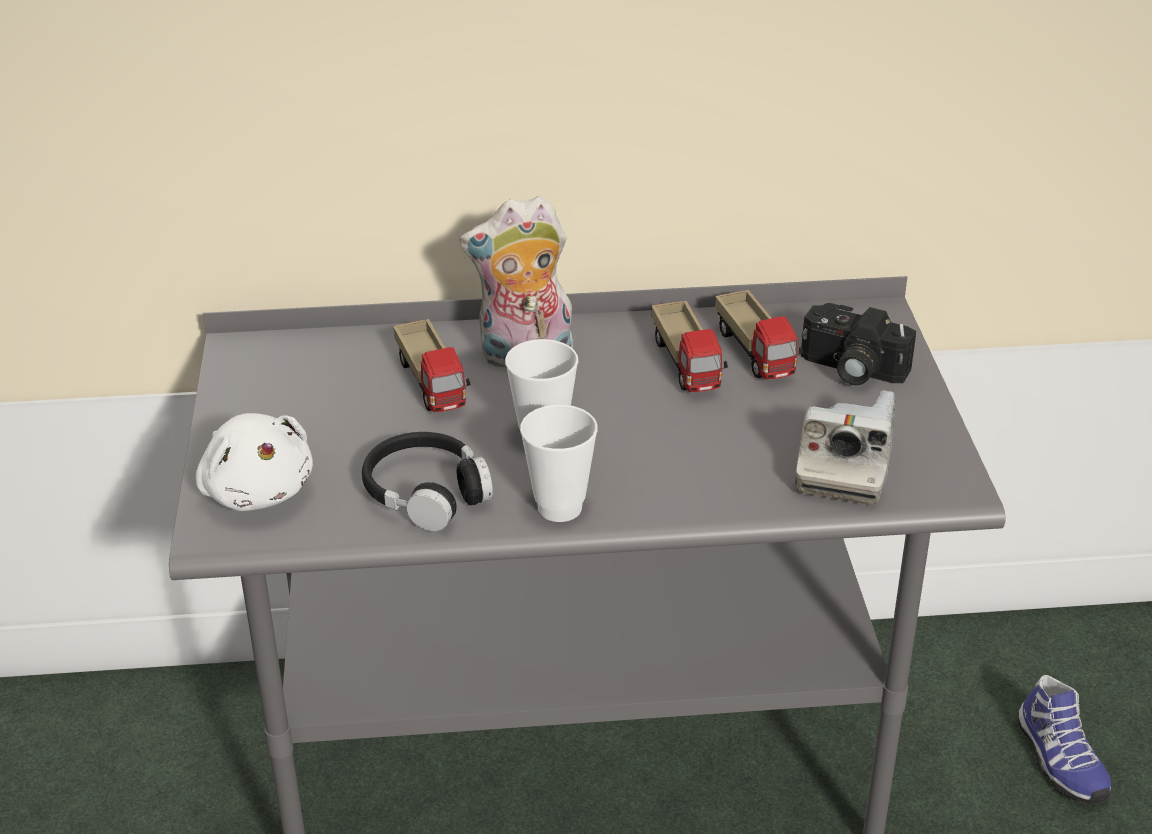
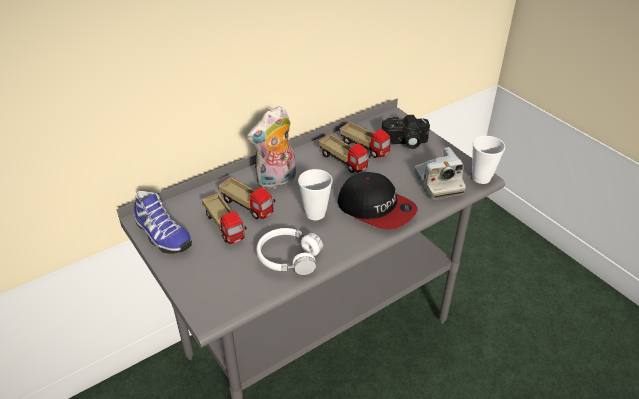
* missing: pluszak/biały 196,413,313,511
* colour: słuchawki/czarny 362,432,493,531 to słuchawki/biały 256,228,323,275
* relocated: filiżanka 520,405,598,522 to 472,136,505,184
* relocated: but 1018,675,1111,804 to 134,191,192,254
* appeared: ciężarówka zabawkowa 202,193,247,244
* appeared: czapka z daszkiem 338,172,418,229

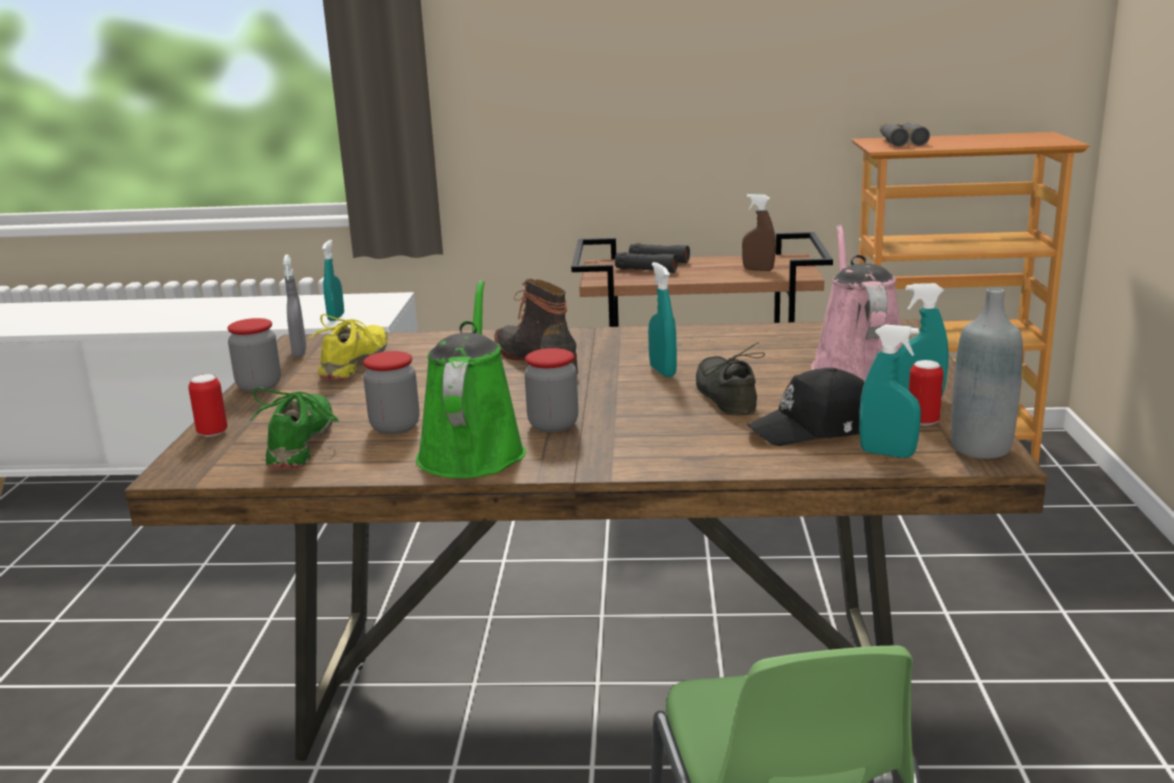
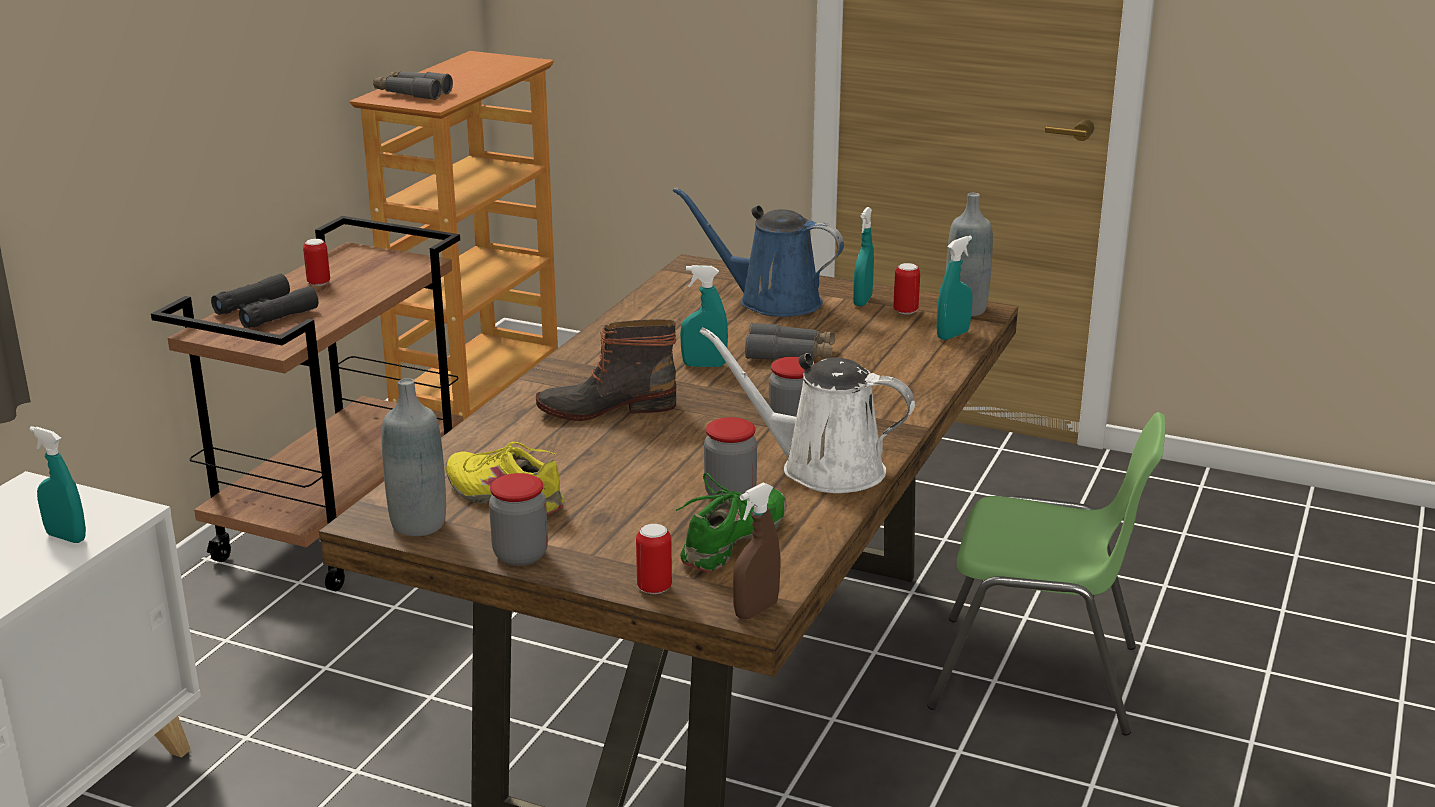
* spun: but/zielony 250,387,339,468 = 676,473,787,572 105 degrees clockwise
* exchanged: spryskiwacz/szary 283,255,306,357 to butelka/szary 382,378,446,536
* colour: konewka/zielony 416,280,526,478 to konewka/biały 700,327,915,493
* exchanged: but/szary 696,342,765,415 to lornetka/szary 745,323,835,360
* relocated: spryskiwacz/brązowy 742,194,776,271 to 733,483,780,619
* missing: czapka z daszkiem/czarny 747,368,865,446
* colour: konewka/różowy 811,224,903,381 to konewka/niebieski 673,187,844,317
* appeared: puszka 303,239,330,286

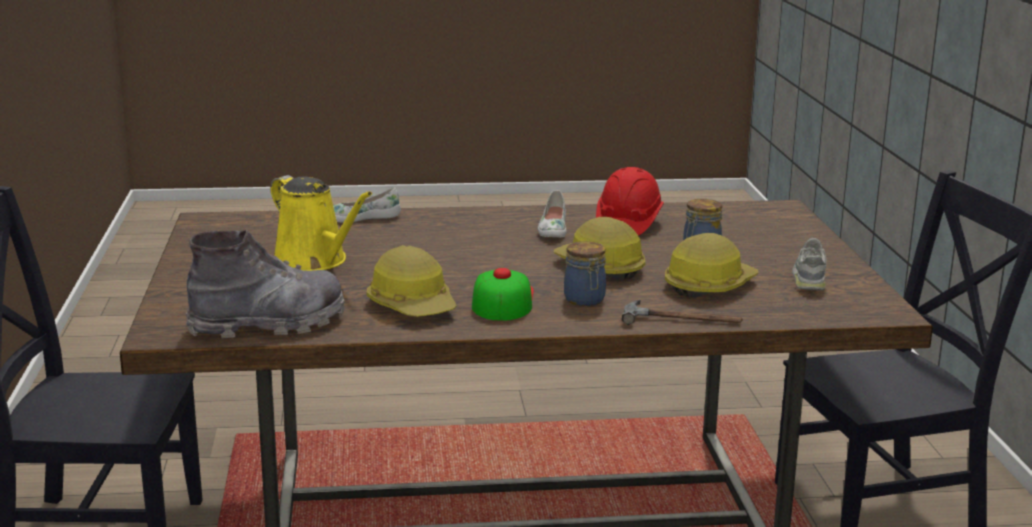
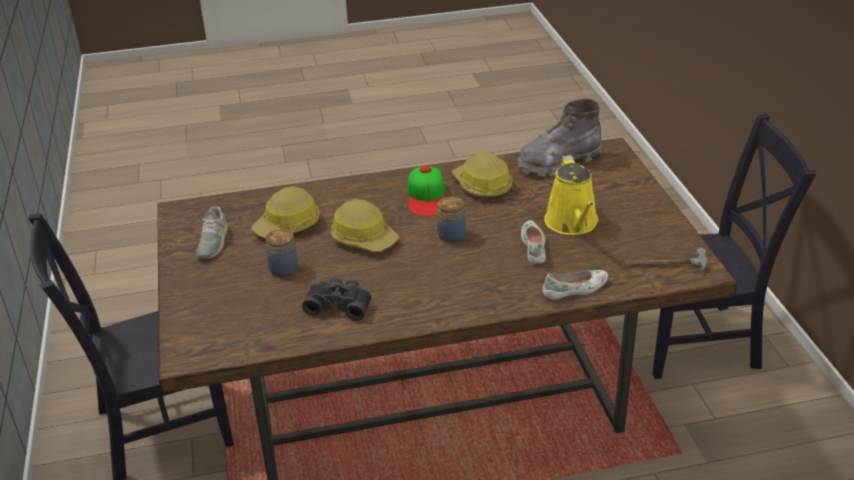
* spun: konewka/żółty 270,175,372,271 = 544,155,598,235 135 degrees counterclockwise
* relocated: but/biały 538,190,566,237 to 521,221,546,264
* relocated: słoik 564,241,606,306 to 437,197,466,242
* exchanged: kask/czerwony 596,167,664,236 to lornetka/czarny 302,277,372,321
* relocated: młotek 622,300,743,325 to 624,247,708,272

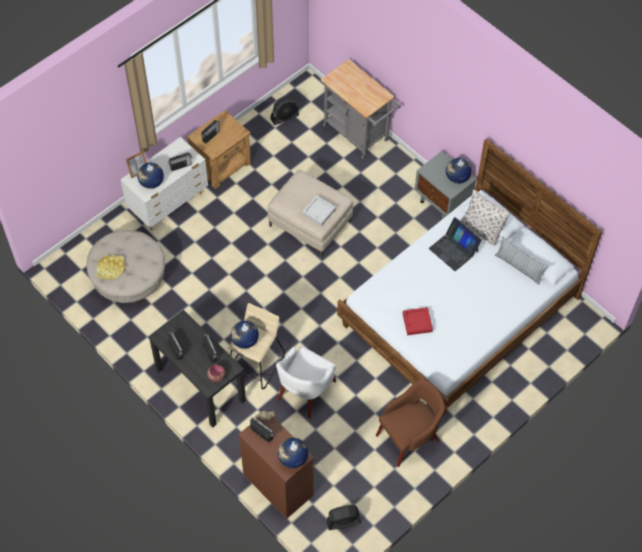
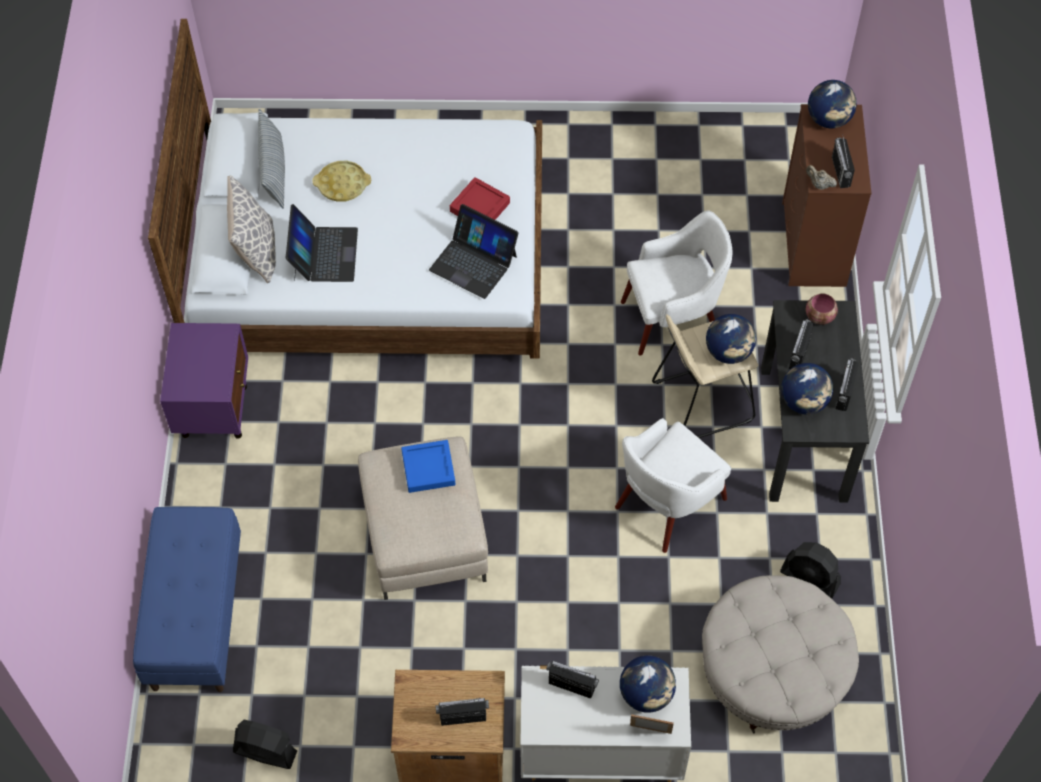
* relocated: taca/żółty 96,255,125,280 to 313,161,371,202
* colour: taca/szary 302,195,336,226 to taca/niebieski 401,440,455,493
* exchanged: wózek/szary 321,59,401,159 to ławka/niebieski 133,507,241,692
* relocated: wentylator/czarny 326,505,361,530 to 780,542,841,599
* missing: fotel/brązowy 376,379,445,467
* colour: szafka nocna/szary 415,151,476,220 to szafka nocna/fioletowy 160,323,248,439
* relocated: globus 446,158,472,184 to 781,363,833,414
* appeared: laptop 429,204,519,299
* appeared: fotel/biały 615,418,731,553

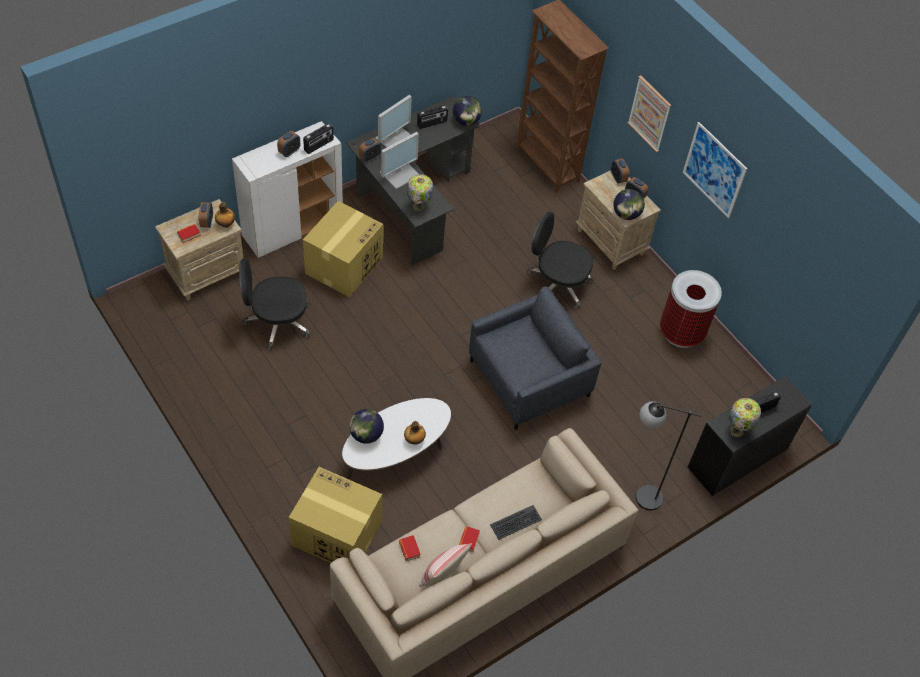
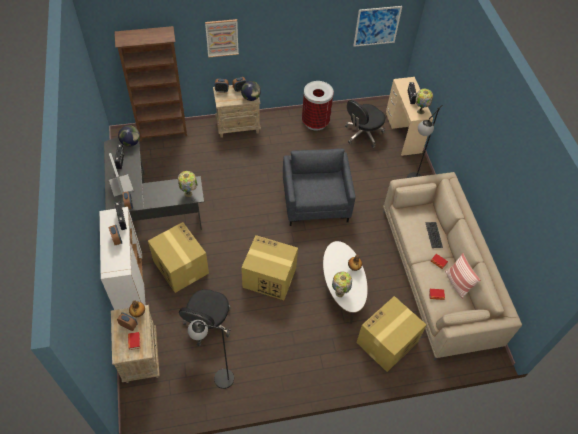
* exchanged: globus 349,409,384,444 to lampa stołowa 332,272,352,297
* missing: monitor 380,132,419,189
* relocated: krzesło biurowe/czarny 527,212,594,310 to 345,100,385,148
* relocated: obraz 683,122,747,218 to 354,6,402,47
* colour: biurko/czarny 688,376,812,496 to biurko/beżowy 386,77,433,156
* appeared: lampa stojąca/czarny 188,320,234,389
* appeared: karton 241,235,298,300

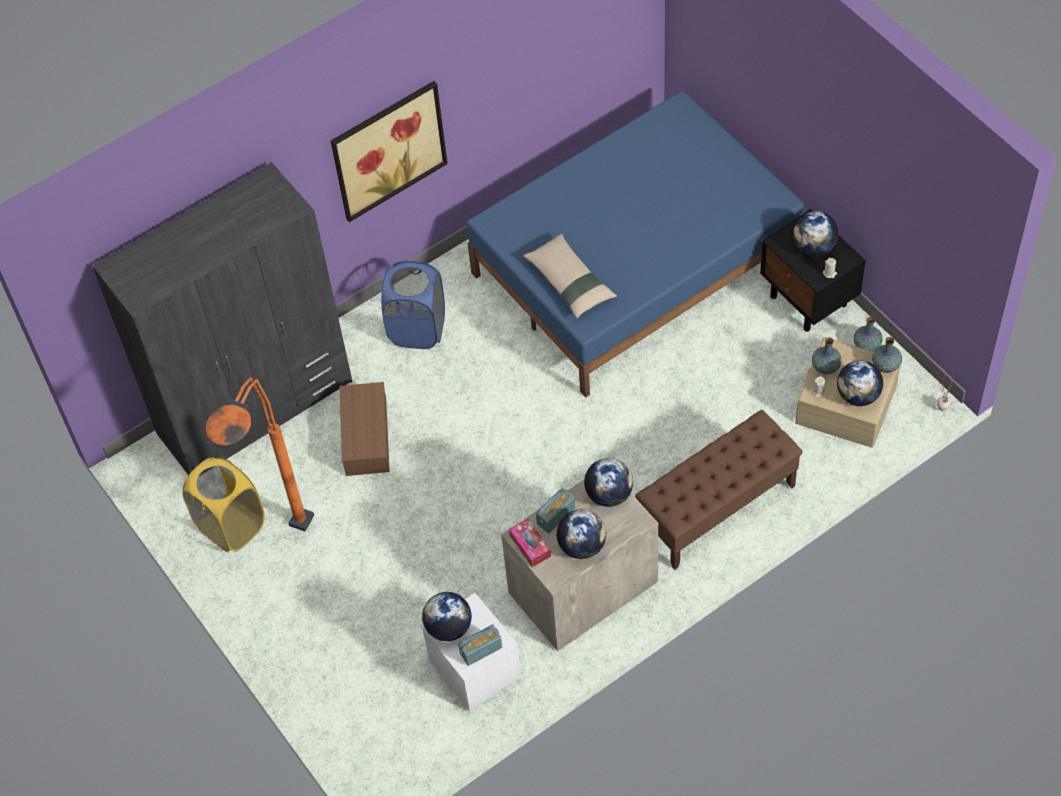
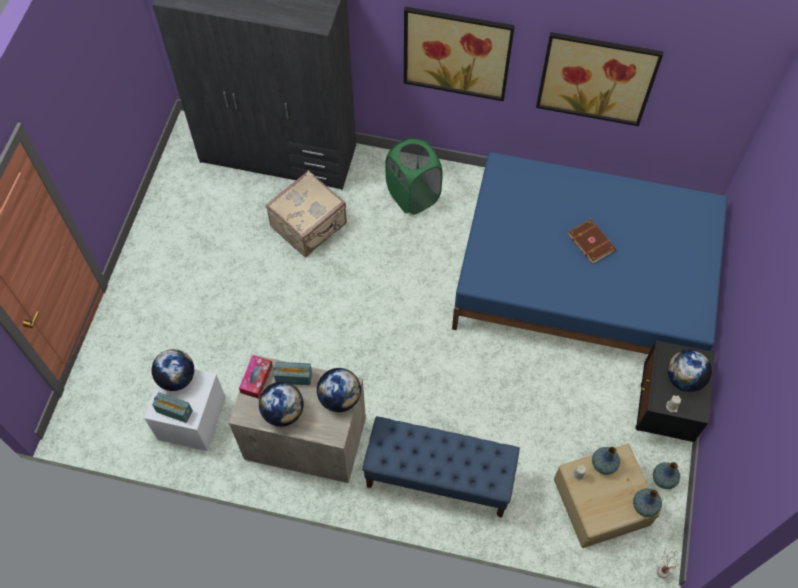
* missing: kosz na pranie/żółty 183,457,265,552
* missing: lampa stojąca/pomarańczowy 206,377,314,532
* exchanged: pojemnik do przechowywania/brązowy 340,382,390,476 to walizka/beżowy 265,171,347,257
* colour: kosz na pranie/niebieski 381,261,445,349 to kosz na pranie/zielony 385,137,443,215
* missing: poduszka/beżowy 523,234,617,318
* colour: ławka/brązowy 635,410,803,570 to ławka/niebieski 362,416,520,517
* missing: globus 837,360,883,406
* appeared: obraz 536,32,663,126
* appeared: książka/brązowy 568,219,616,264

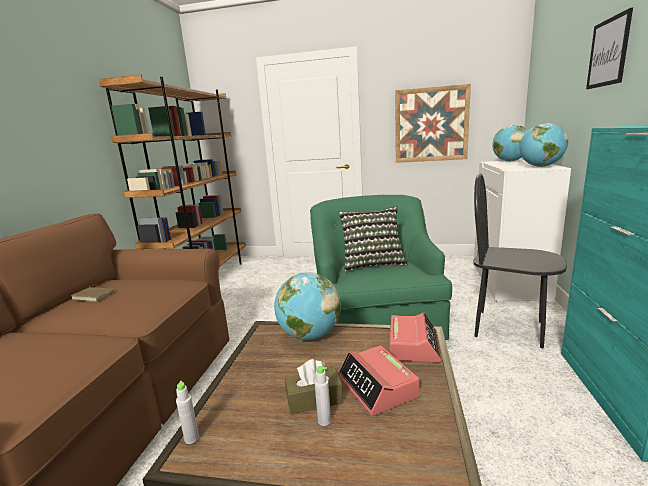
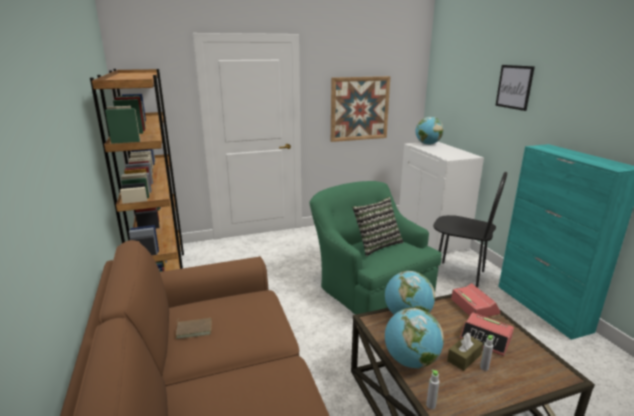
* spun: krzesło/czarny 473,173,567,348 = 433,172,507,288 150 degrees counterclockwise
* relocated: globus 520,123,568,167 to 385,308,444,369

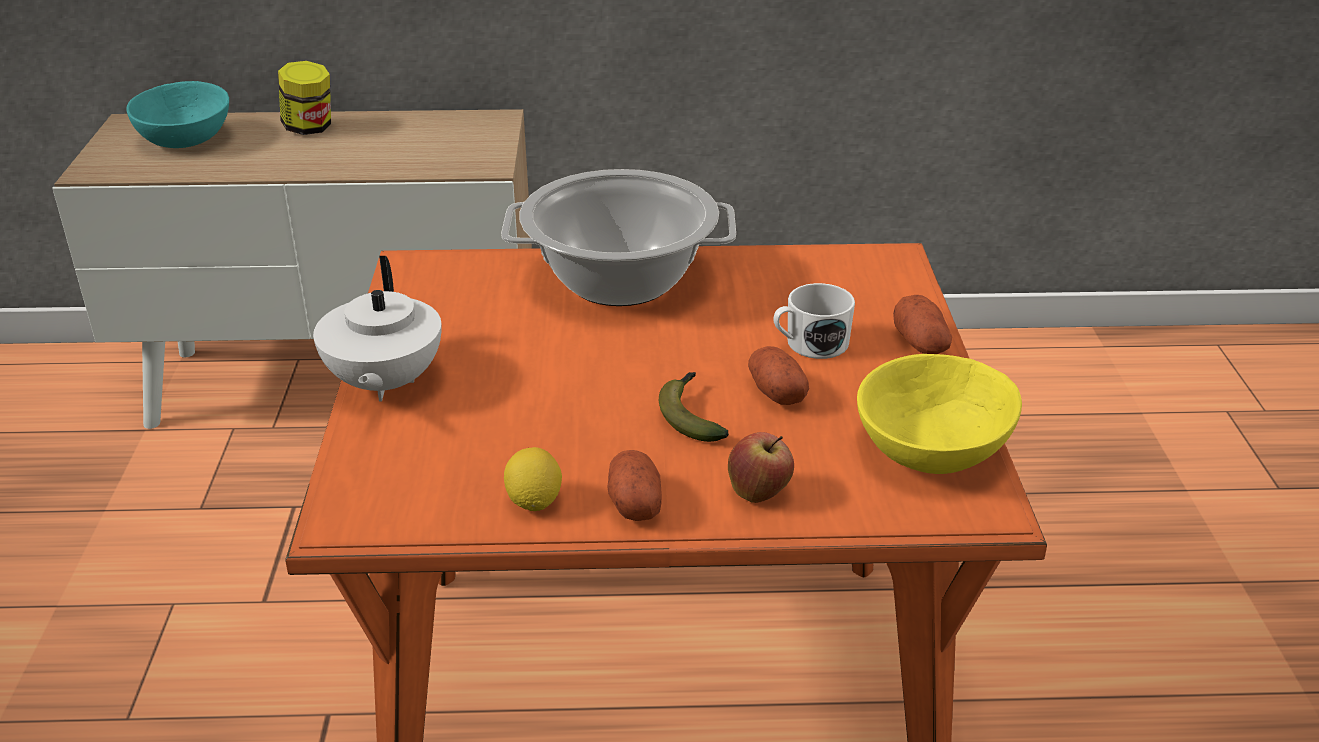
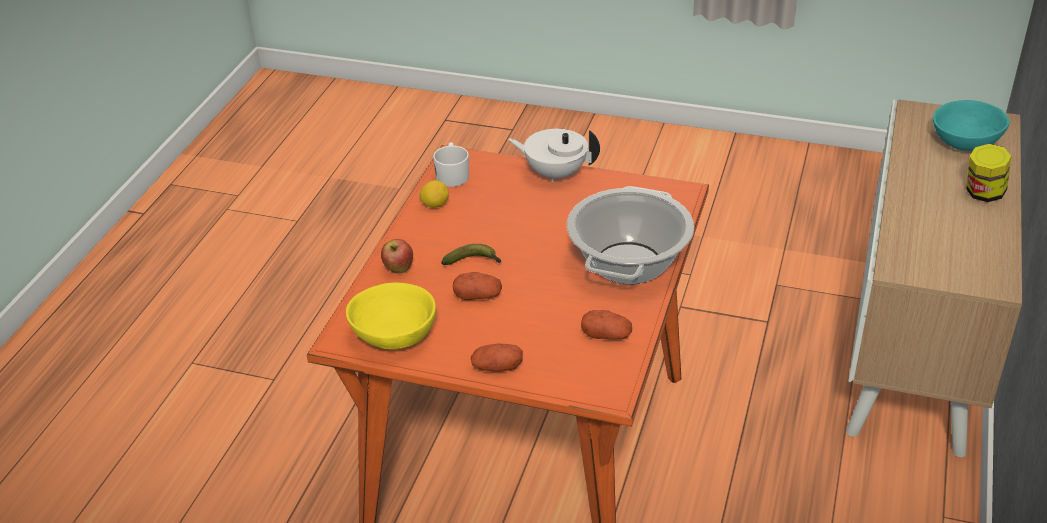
* relocated: ziemniak 607,450,662,521 to 581,310,632,339
* relocated: kubek/biały 773,283,855,359 to 433,142,469,187

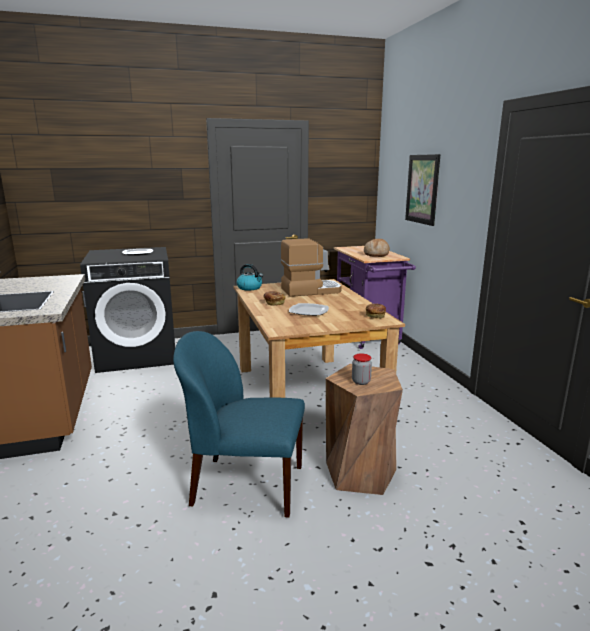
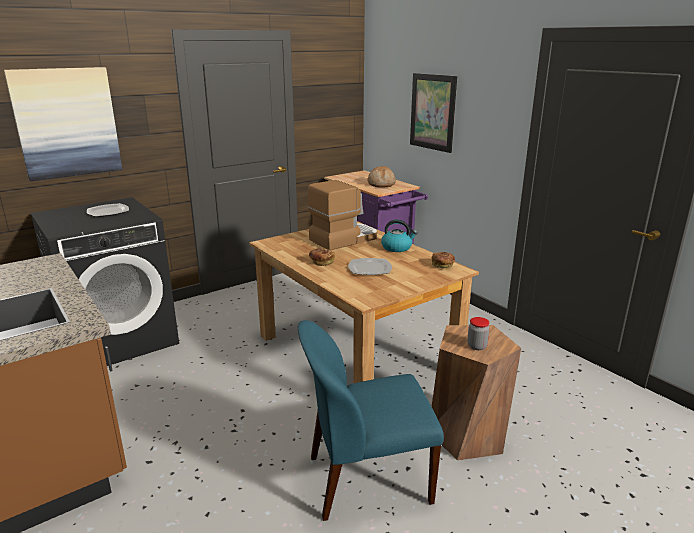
* relocated: czajnik 237,264,263,290 to 381,220,417,252
* appeared: obraz 4,67,122,181

